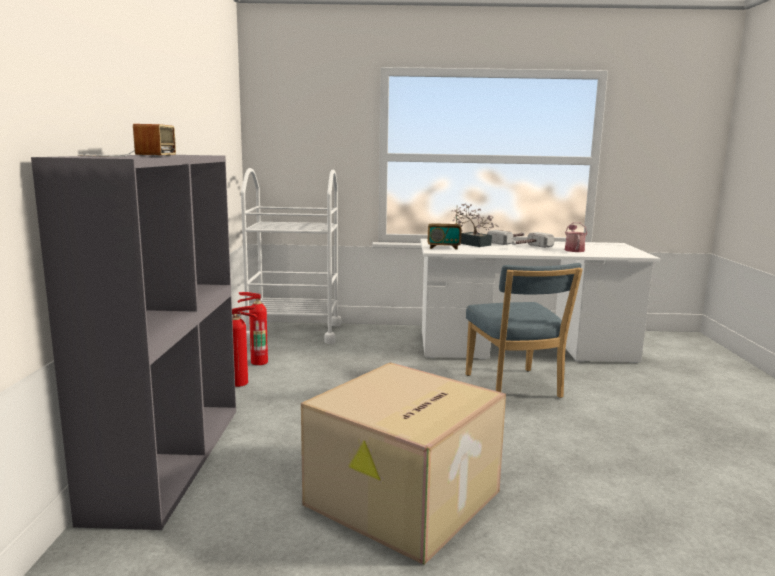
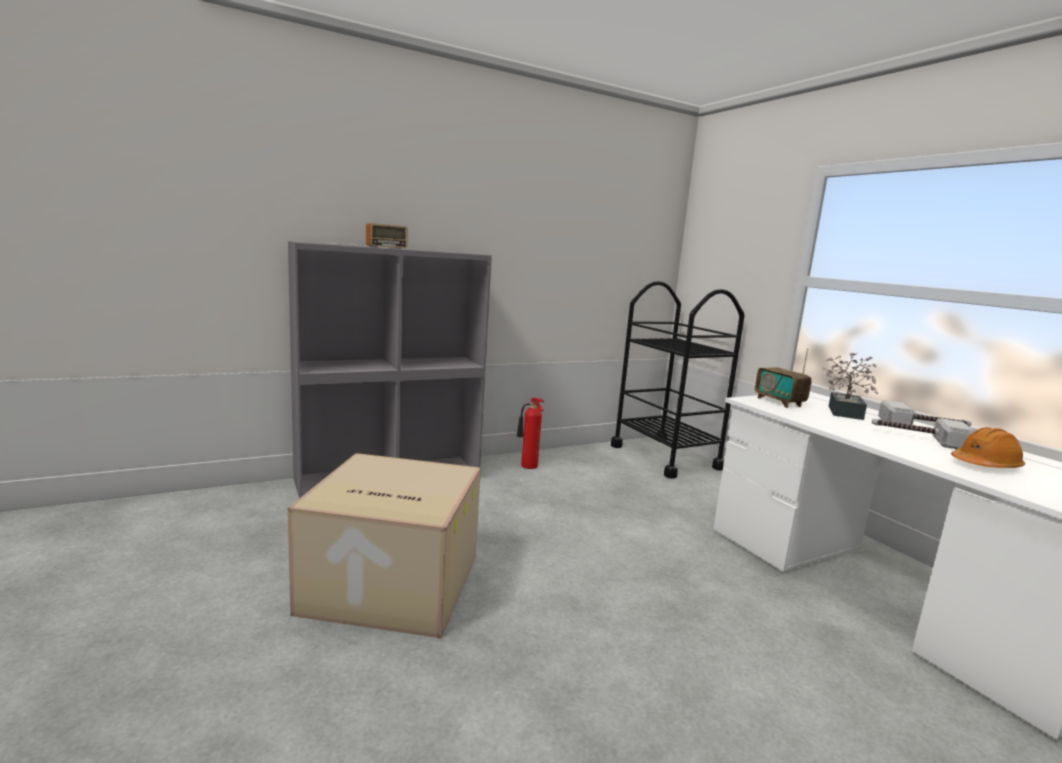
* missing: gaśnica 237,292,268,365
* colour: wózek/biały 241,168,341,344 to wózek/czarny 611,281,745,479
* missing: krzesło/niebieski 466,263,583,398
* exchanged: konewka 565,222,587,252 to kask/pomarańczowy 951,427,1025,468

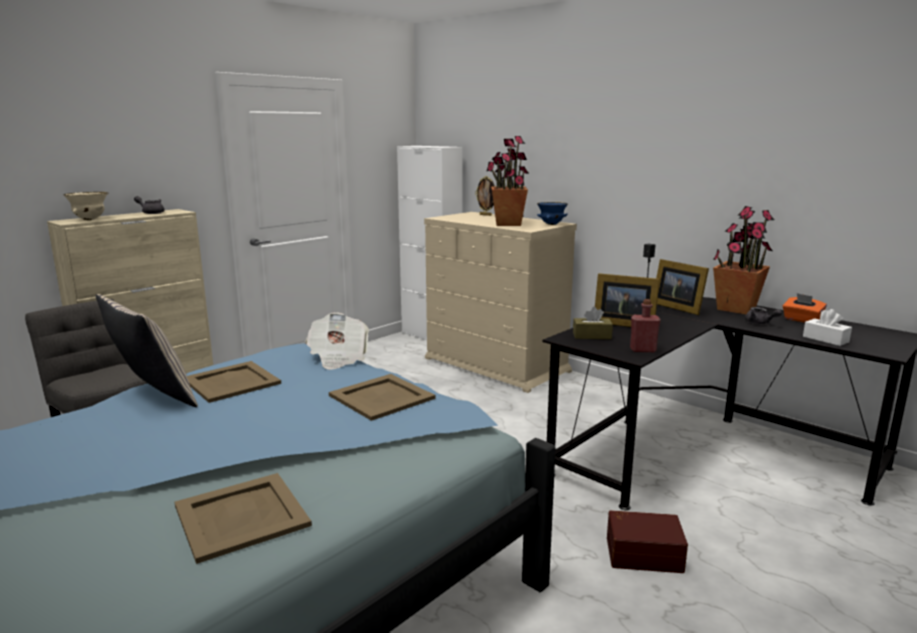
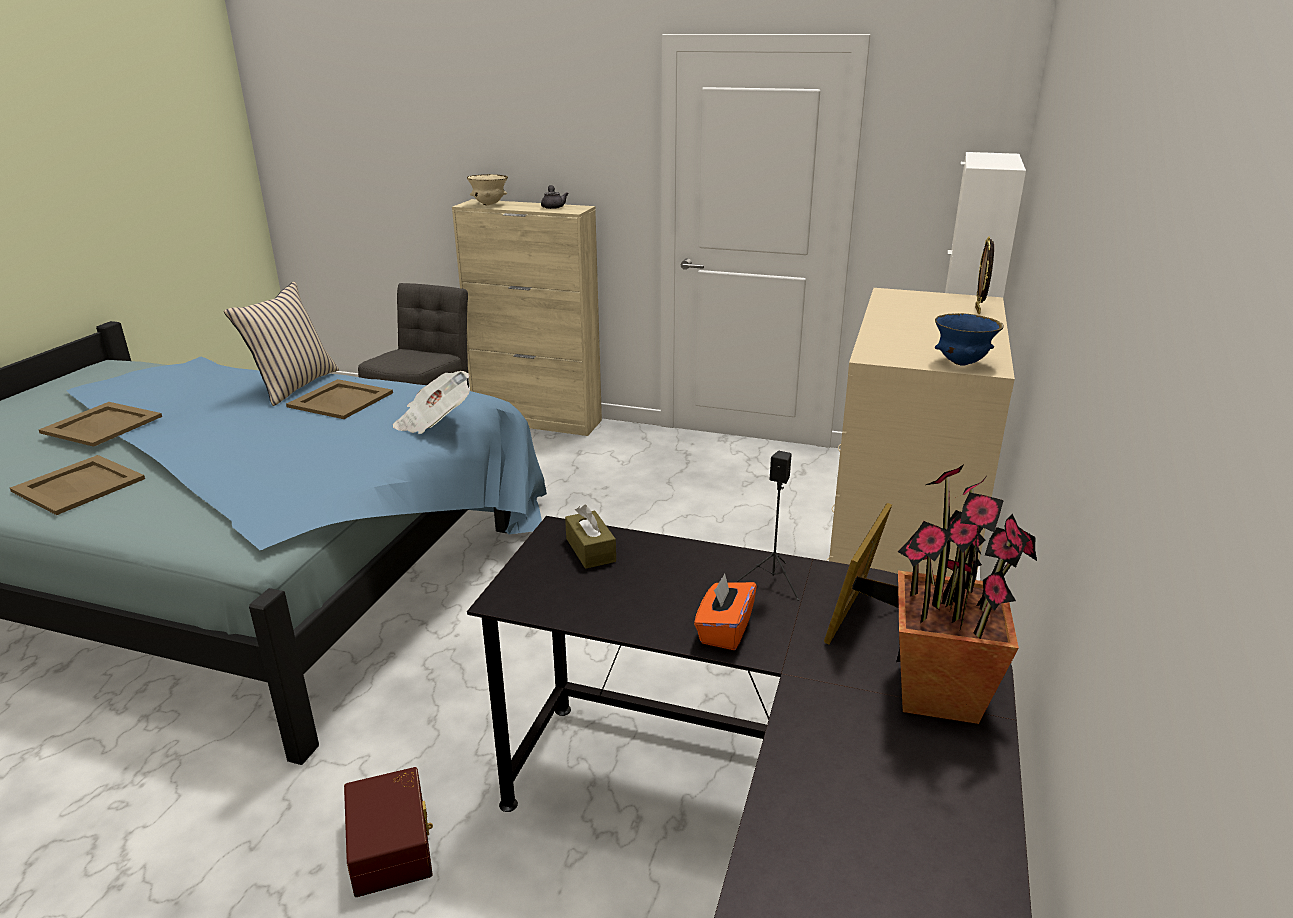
* relocated: taca/beżowy 329,374,435,421 to 39,402,162,447
* missing: roślina doniczkowa 487,136,529,226
* missing: ramka na zdjęcie 595,273,660,327
* missing: butelka/czerwony 630,299,661,352
* missing: imbryk/szary 745,307,782,324
* relocated: pudełko chusteczek/pomarańczowy 783,293,827,323 to 694,573,757,650
* missing: pudełko chusteczek/biały 803,309,852,346

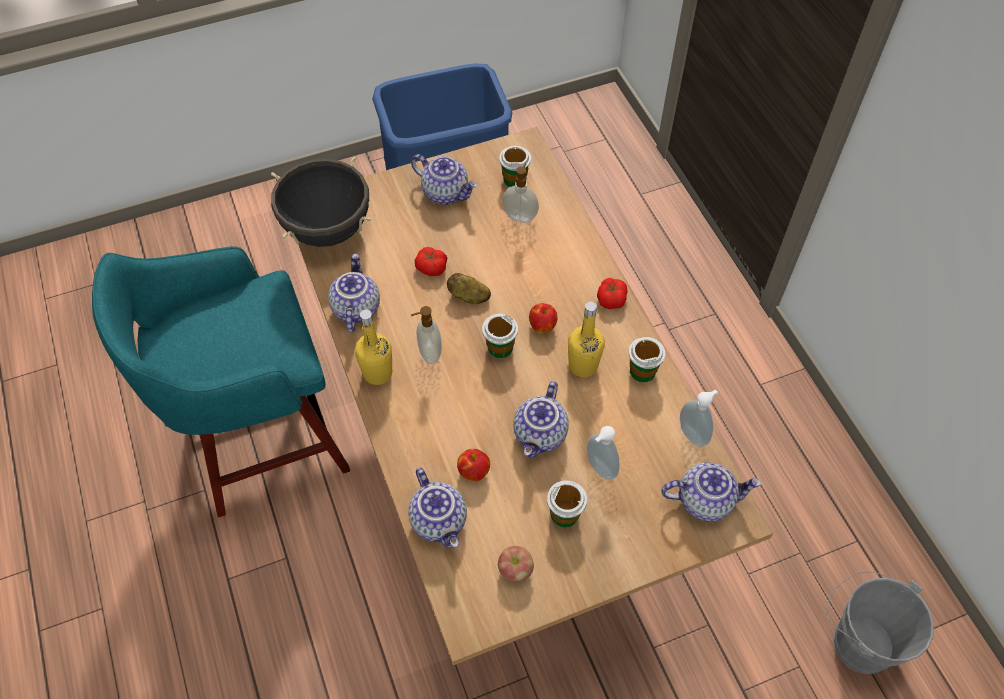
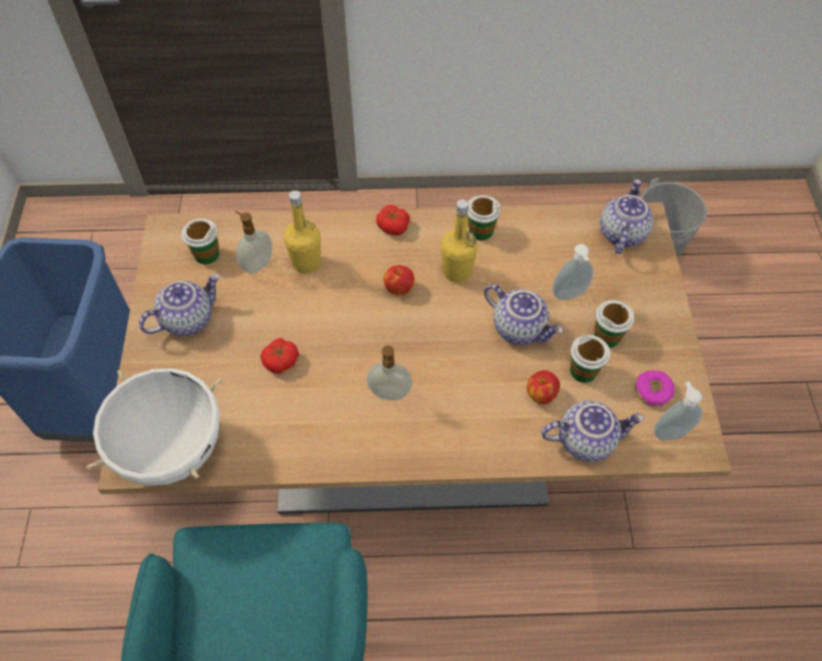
* colour: garnek/czarny 271,156,371,247 to garnek/biały 86,368,223,486
* missing: imbryk 328,253,380,333
* relocated: butelka/żółty 355,309,392,385 to 284,190,321,274
* missing: ziemniak 447,273,491,304
* relocated: filiżanka 482,314,518,358 to 570,335,610,383
* exchanged: jabłko 498,546,534,582 to donut 635,370,674,407
* relocated: dozownik mydła 680,390,718,447 to 654,381,703,441

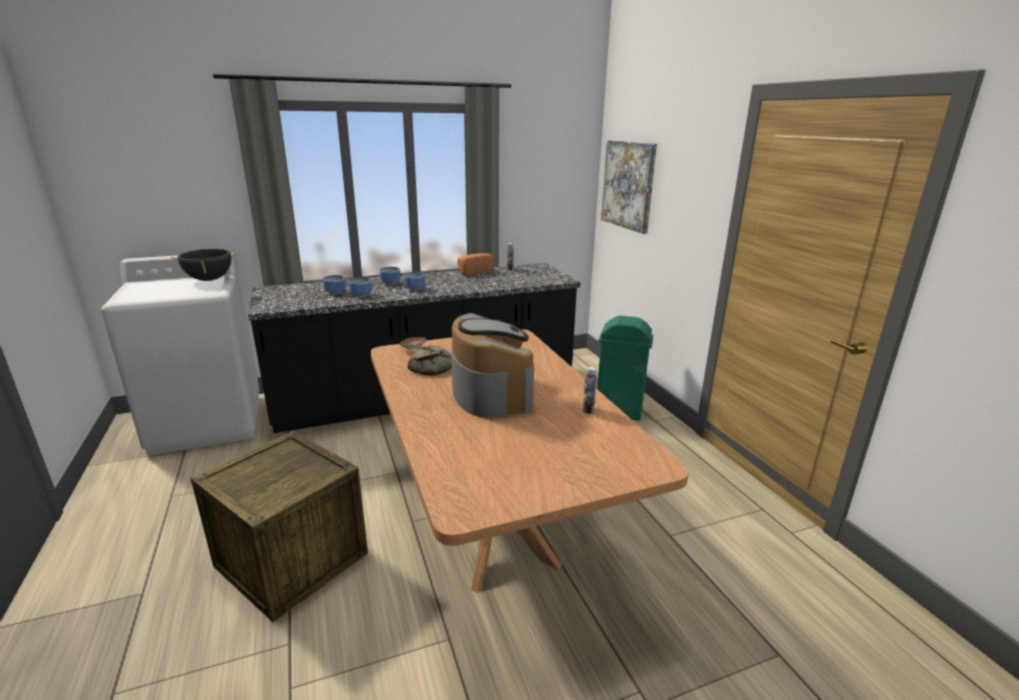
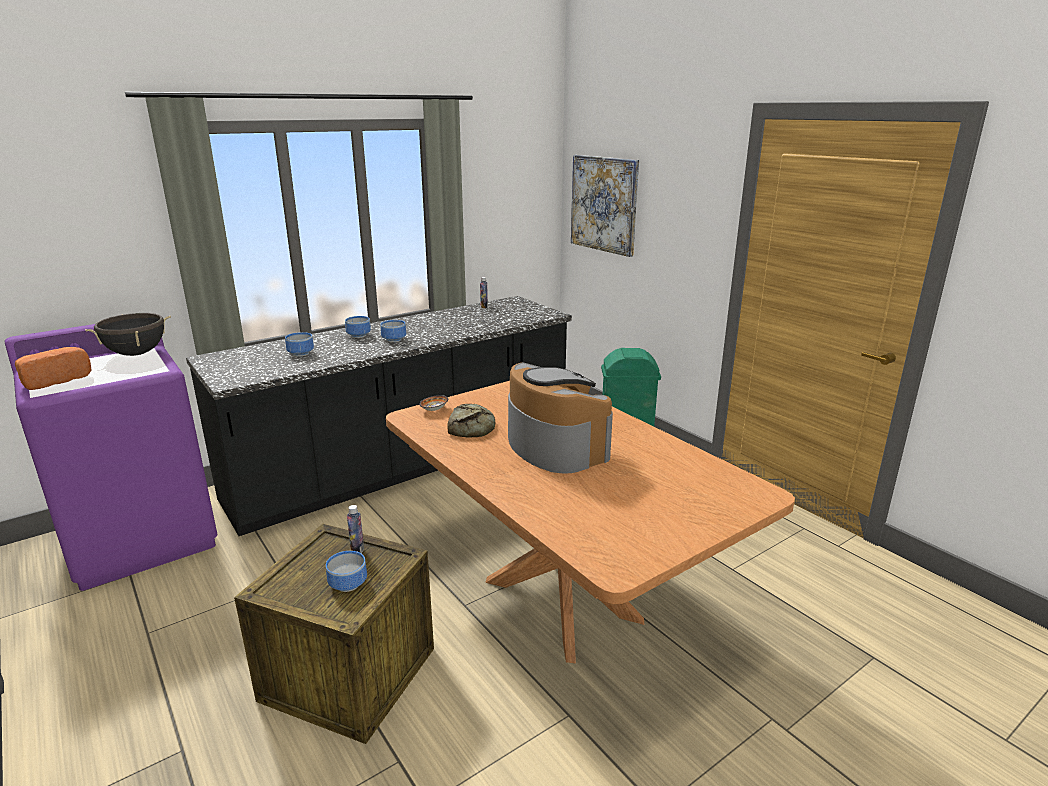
* colour: pralka/biały 101,253,259,456 to pralka/fioletowy 5,324,217,591
* relocated: miska 349,277,372,297 to 326,551,367,592
* relocated: chleb 458,253,494,275 to 15,347,92,390
* relocated: butelka 583,367,597,414 to 347,505,364,553

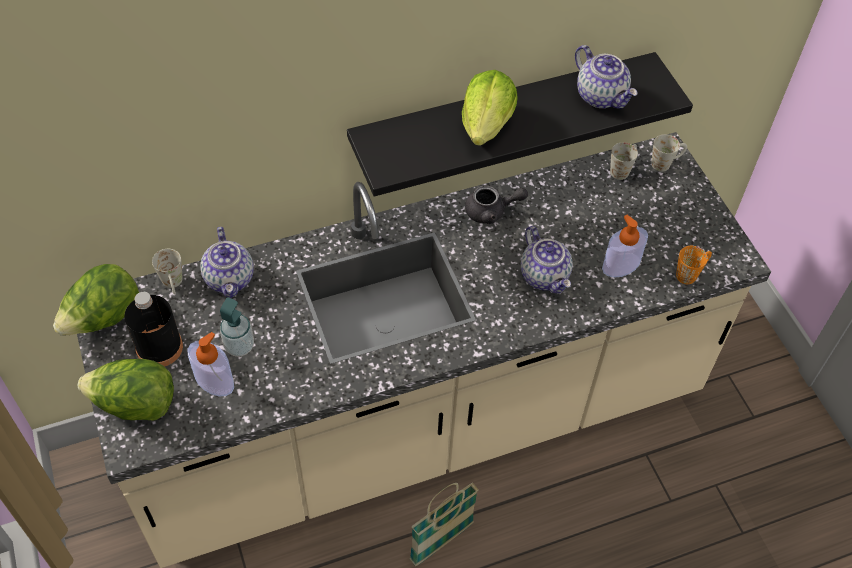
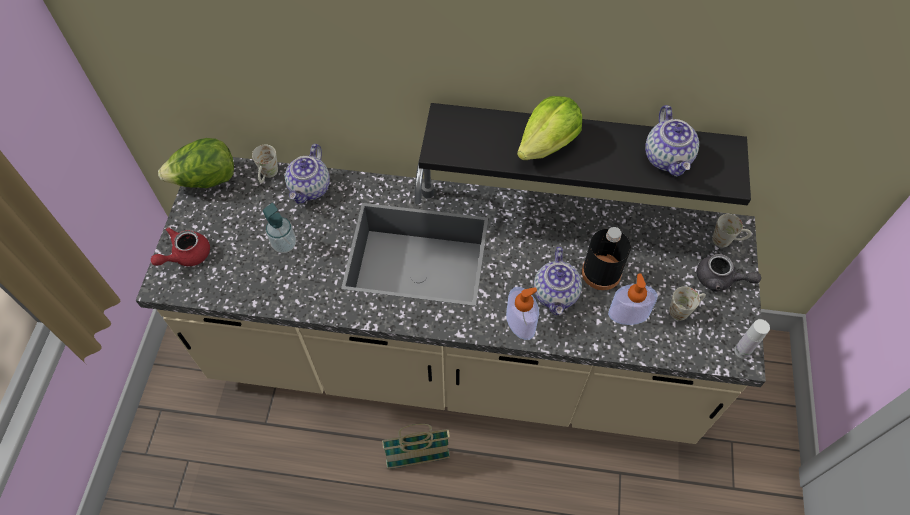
* exchanged: sałata 78,359,174,420 to imbryk/czerwony 151,227,210,266
* relocated: butelka/czarny 124,292,183,367 to 582,227,631,290
* relocated: dozownik mydła 187,332,234,397 to 506,287,539,340
* relocated: imbryk/szary 465,185,528,224 to 697,254,761,292
* relocated: kubek/biały 610,142,638,180 to 669,286,706,321
* missing: kubek/pomarańczowy 676,246,712,284
* appeared: butelka/biały 734,319,770,359

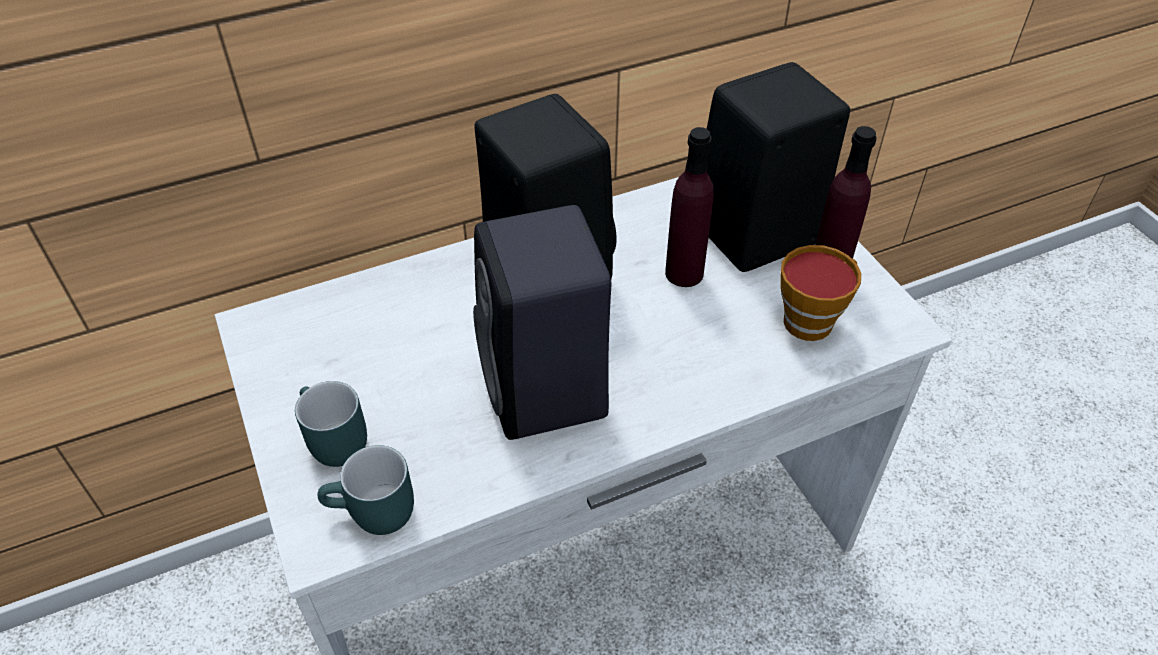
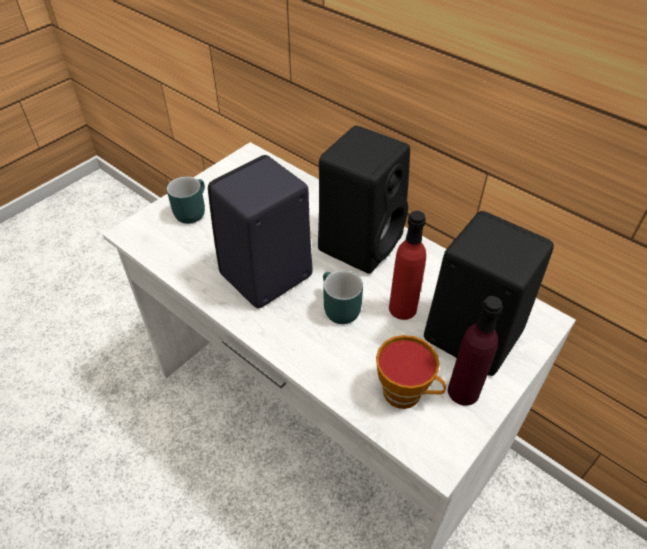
* relocated: kubek/turkusowy 317,445,414,535 to 323,270,363,324
* colour: butelka/fioletowy 665,127,714,287 to butelka/czerwony 389,211,426,320

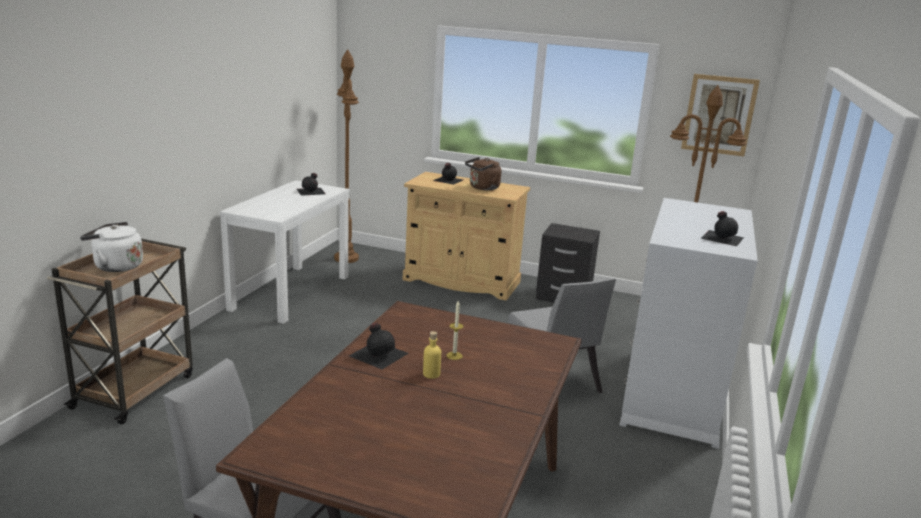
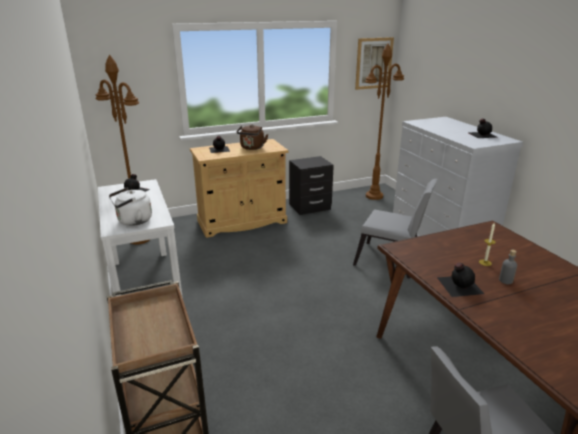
* relocated: czajnik/biały 80,222,143,272 to 109,188,152,226
* colour: butelka/żółty 423,331,441,379 to butelka/szary 499,250,517,284

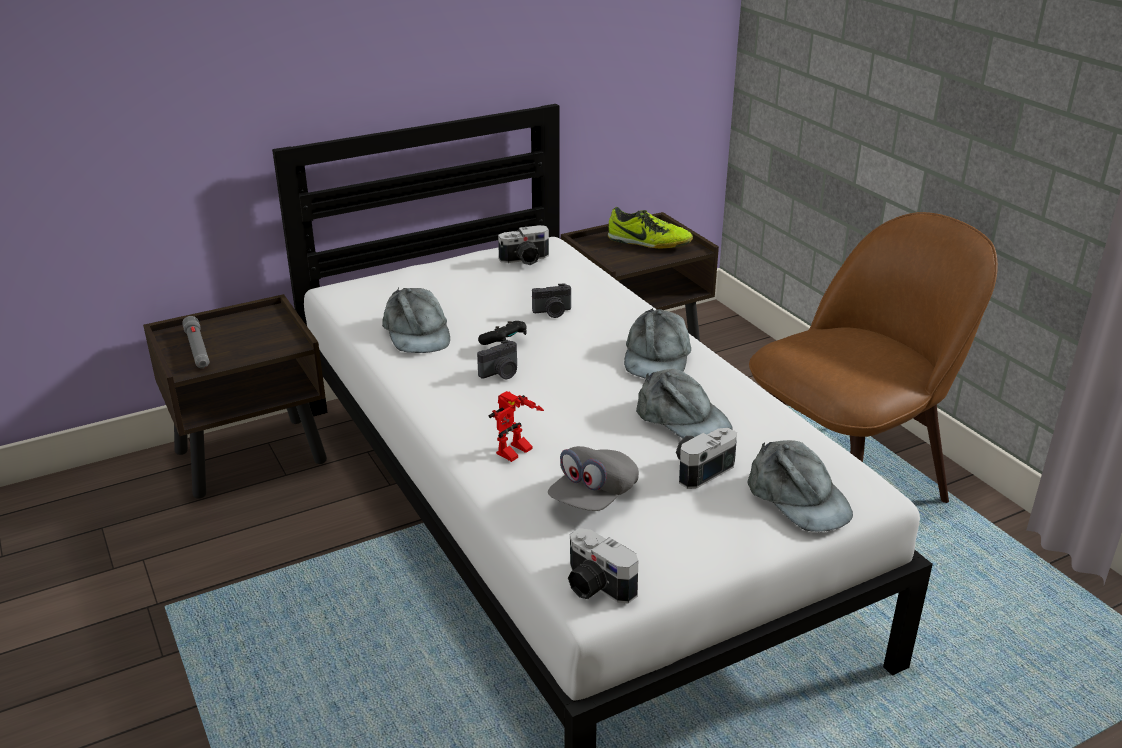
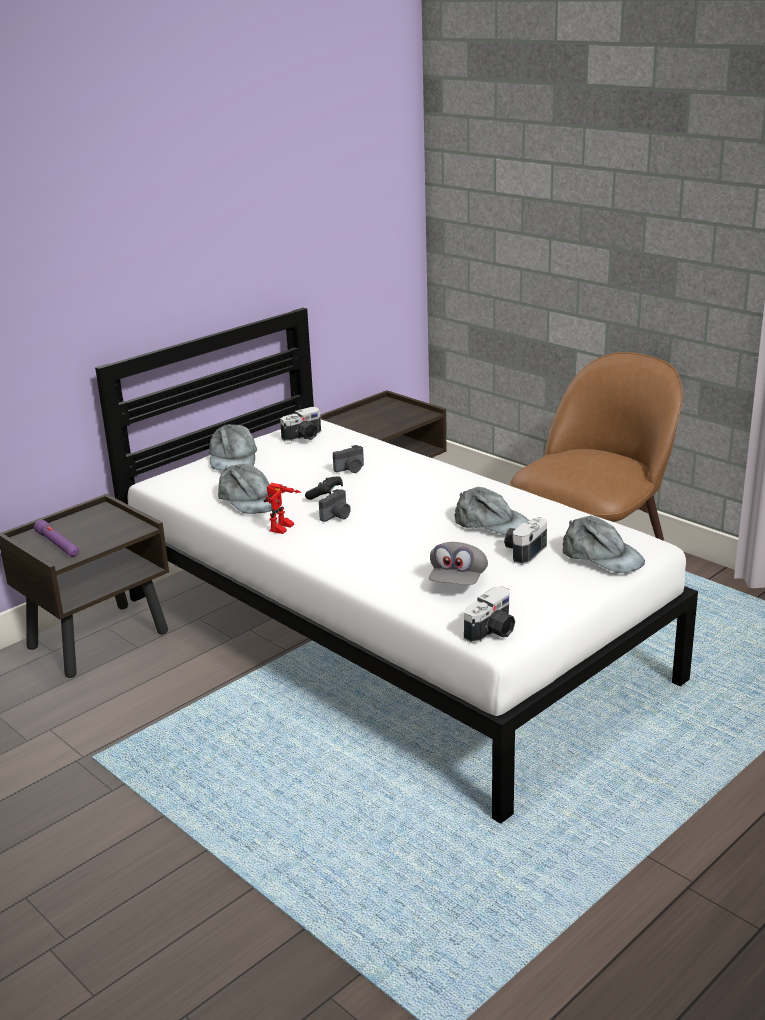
* colour: latarka/szary 182,316,209,368 to latarka/fioletowy 34,520,79,557
* relocated: robot zabawkowy 488,391,544,462 to 264,483,301,534
* spun: aparat fotograficzny 568,528,638,604 = 464,586,515,643 75 degrees counterclockwise
* missing: but 608,207,693,248
* relocated: czapka z daszkiem/szary 624,307,691,379 to 209,424,257,471

